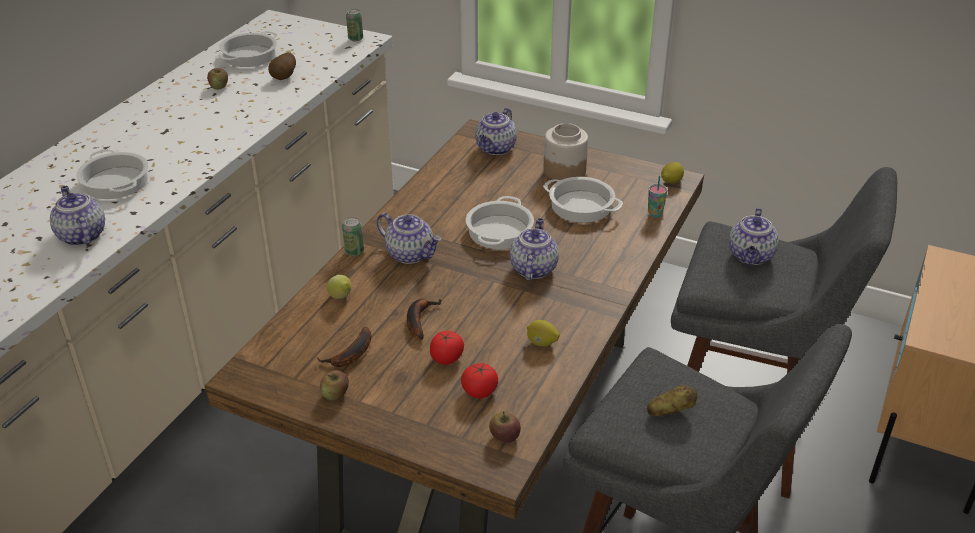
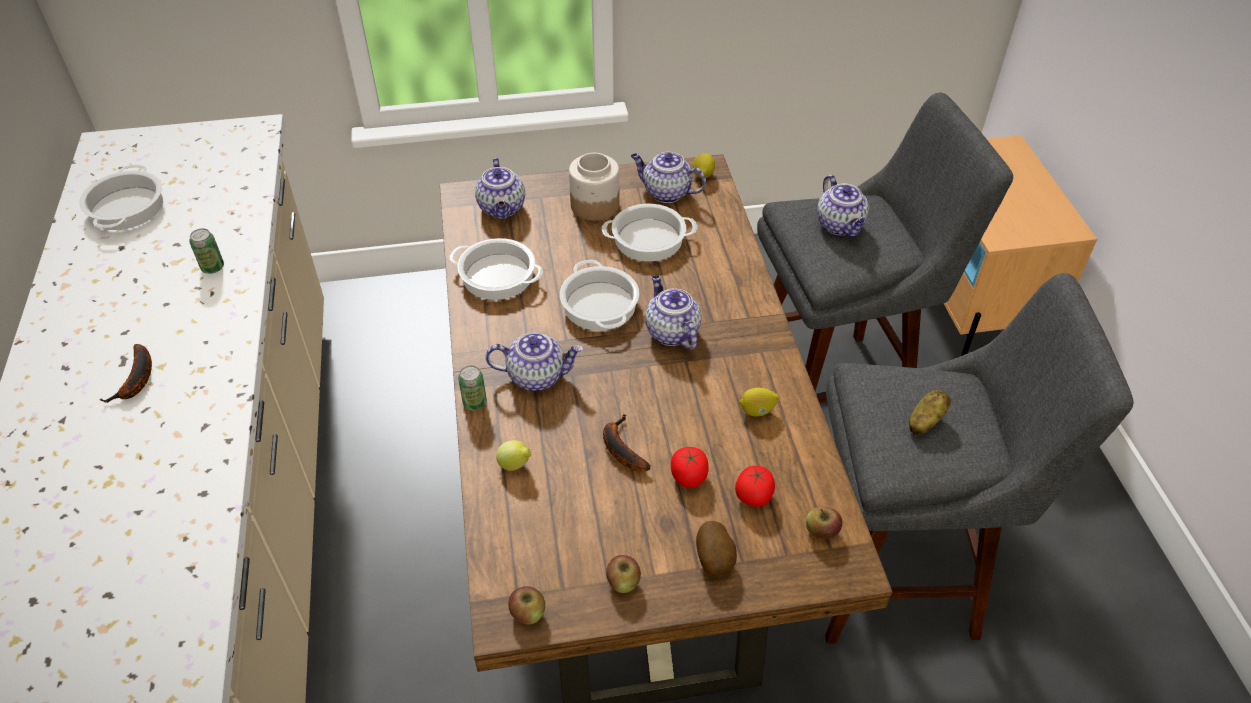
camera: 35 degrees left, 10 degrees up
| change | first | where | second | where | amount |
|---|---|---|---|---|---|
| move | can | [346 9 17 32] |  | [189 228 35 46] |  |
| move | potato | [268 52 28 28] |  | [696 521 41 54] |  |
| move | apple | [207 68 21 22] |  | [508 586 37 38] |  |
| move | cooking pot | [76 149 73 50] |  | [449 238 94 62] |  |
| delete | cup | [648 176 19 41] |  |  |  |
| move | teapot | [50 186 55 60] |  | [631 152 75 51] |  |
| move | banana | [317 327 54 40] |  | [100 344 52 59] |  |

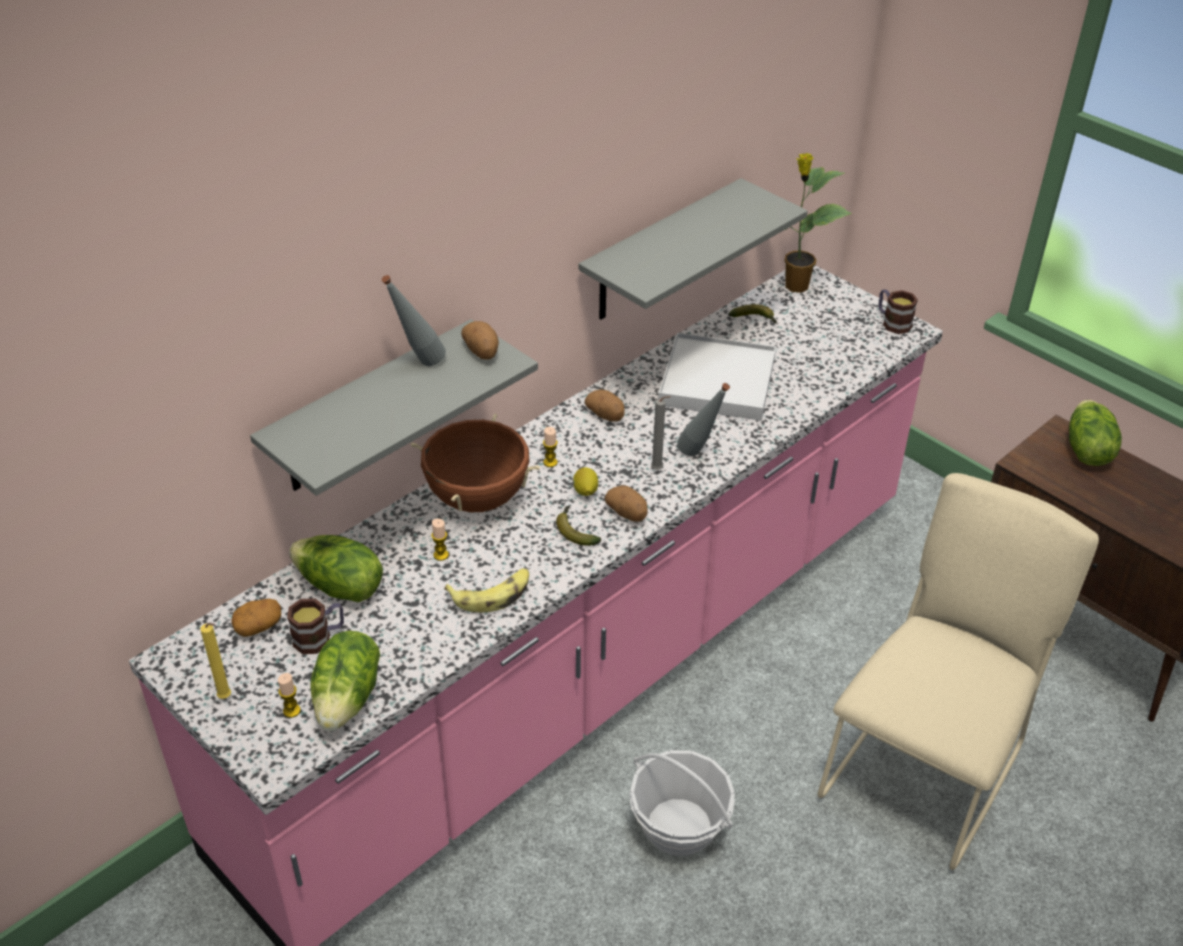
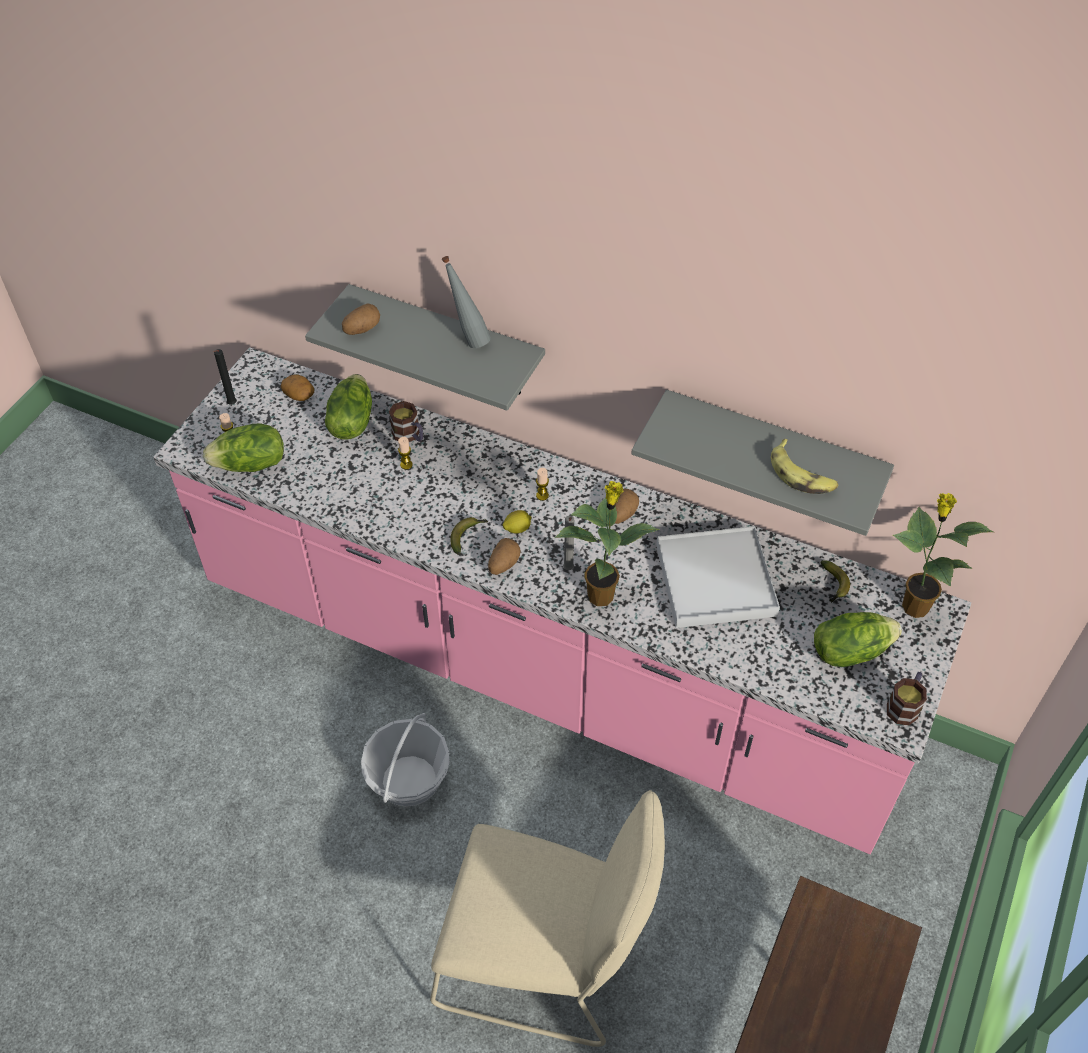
camera: 70 degrees right, 10 degrees up
| change | first | where | second | where | amount |
|---|---|---|---|---|---|
| move | potato | [461 321 38 39] |  | [342 303 38 32] |  |
| replace | bottle in grey | [677 383 53 73] | potted plant | [554 481 106 125] |  |
| move | lettuce | [1069 400 53 66] |  | [814 612 88 55] |  |
| delete | cooking pot in brown | [411 414 129 98] |  |  |  |
| move | banana | [445 568 84 44] |  | [771 439 67 55] |  |
| move | mug | [287 598 57 56] |  | [389 401 34 41] |  |
| recolor | candle in yellow | [200 622 31 77] | candle in black | [213 349 24 56] |  |

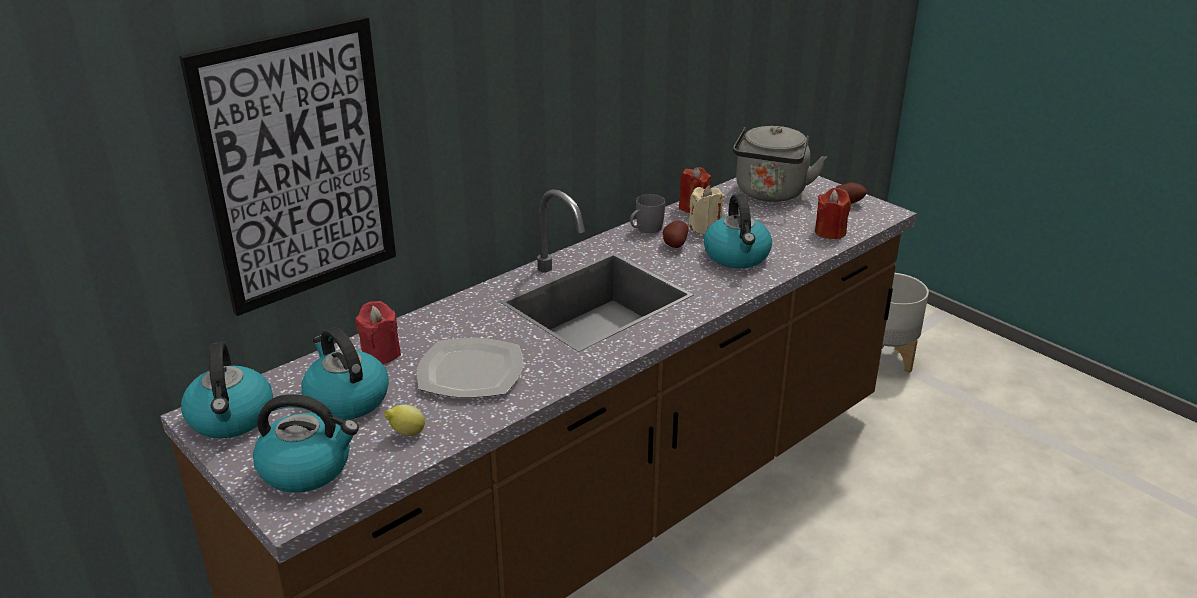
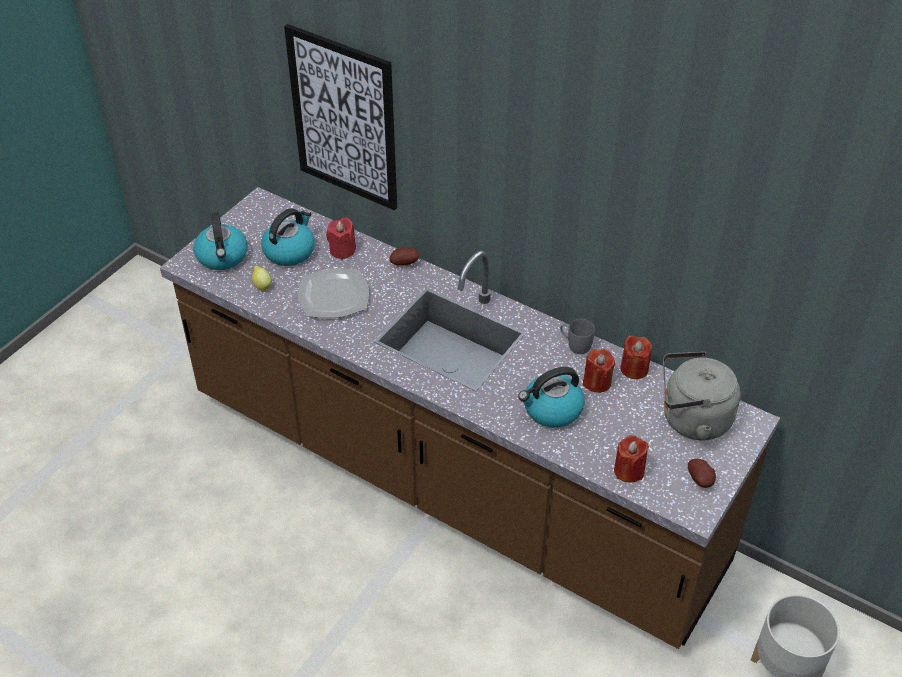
camera: 75 degrees right, 15 degrees up
| change | first | where | second | where | amount |
|---|---|---|---|---|---|
| recolor | candle in beige | [689 186 35 48] | candle in red | [583 349 33 44] |  |
| move | potato | [662 221 26 27] |  | [390 247 29 18] |  |
| delete | kettle | [181 342 92 96] |  |  |  |

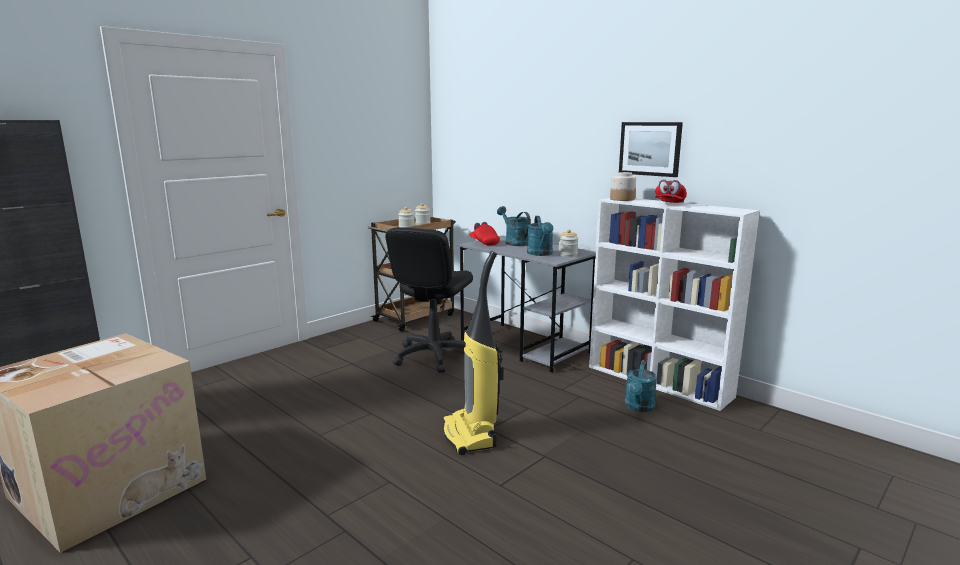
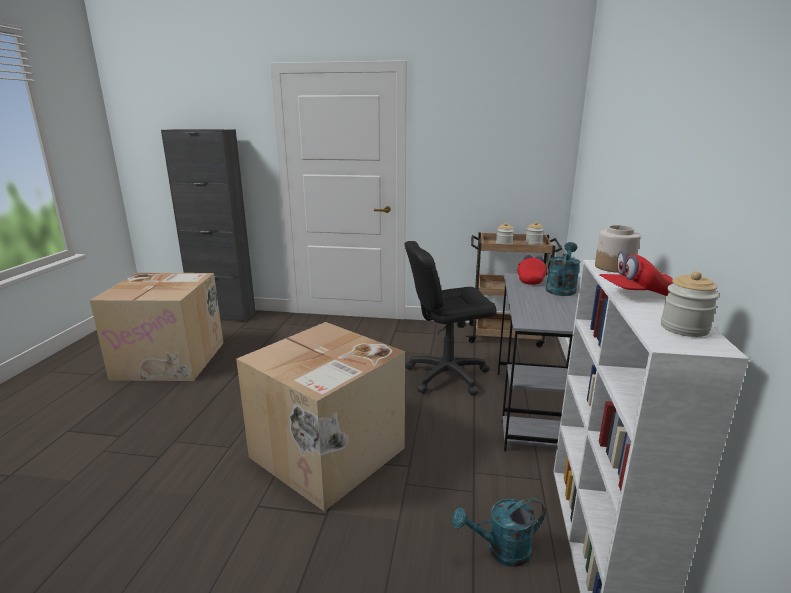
camera: 55 degrees right, 5 degrees up
| change | first | where | second | where | amount |
|---|---|---|---|---|---|
| delete | picture | [619 122 64 55] |  |  |  |
| delete | watering can in turquoise | [527 216 26 40] |  |  |  |
| move | jar | [558 229 20 28] |  | [661 271 59 66] |  |
| replace | vacuum cleaner | [443 251 60 204] | cardboard box | [236 322 169 189] |  |

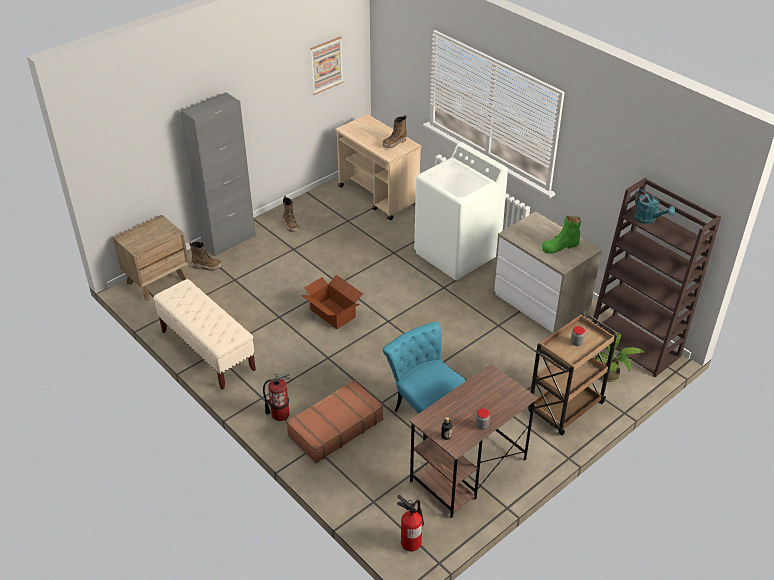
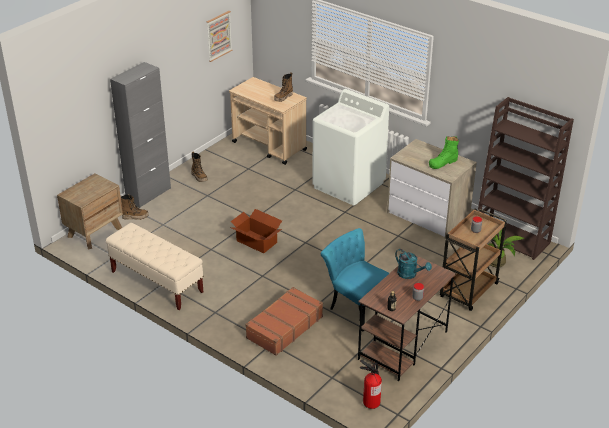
camera: 10 degrees left, 5 degrees down
| change | first | where | second | where | amount |
|---|---|---|---|---|---|
| move | watering can in turquoise | [634 189 41 35] |  | [395 249 37 30] |  |
| delete | fire extinguisher | [263 373 28 48] |  |  |  |

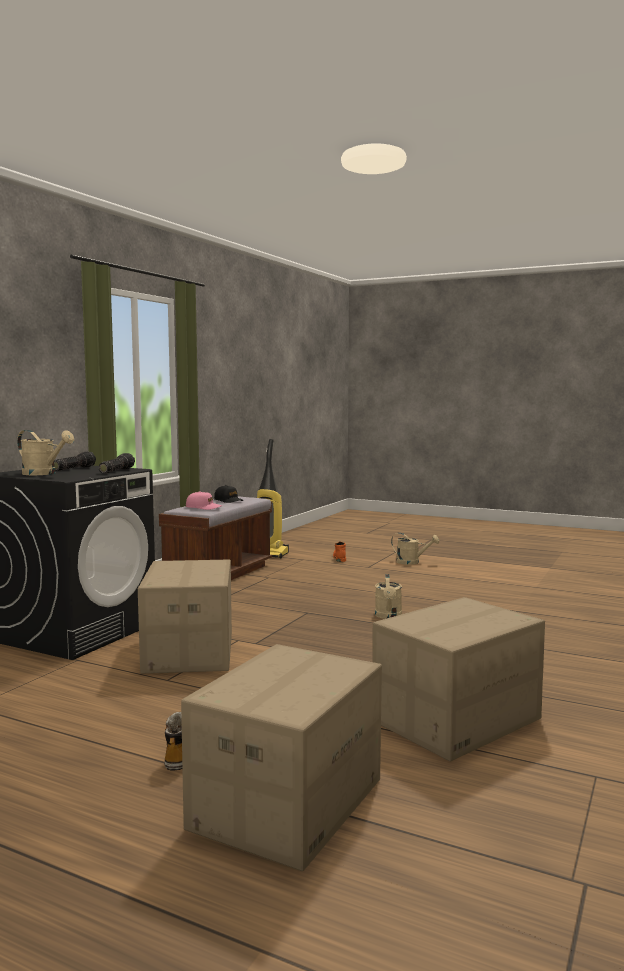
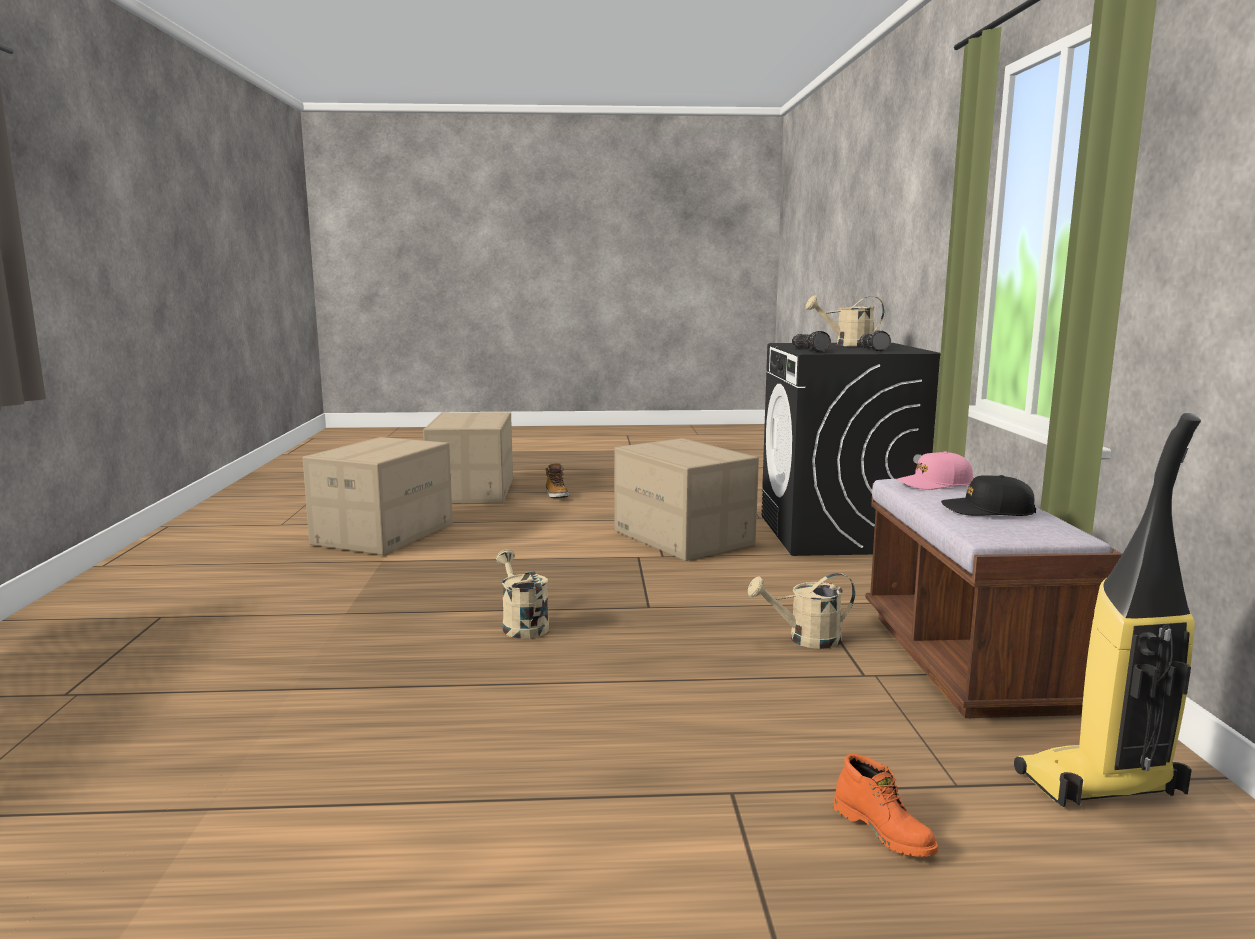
camera: 150 degrees right, 5 degrees up
| change | first | where | second | where | amount |
|---|---|---|---|---|---|
| move | watering can in beige | [391 533 48 32] |  | [748 573 107 76] |  |

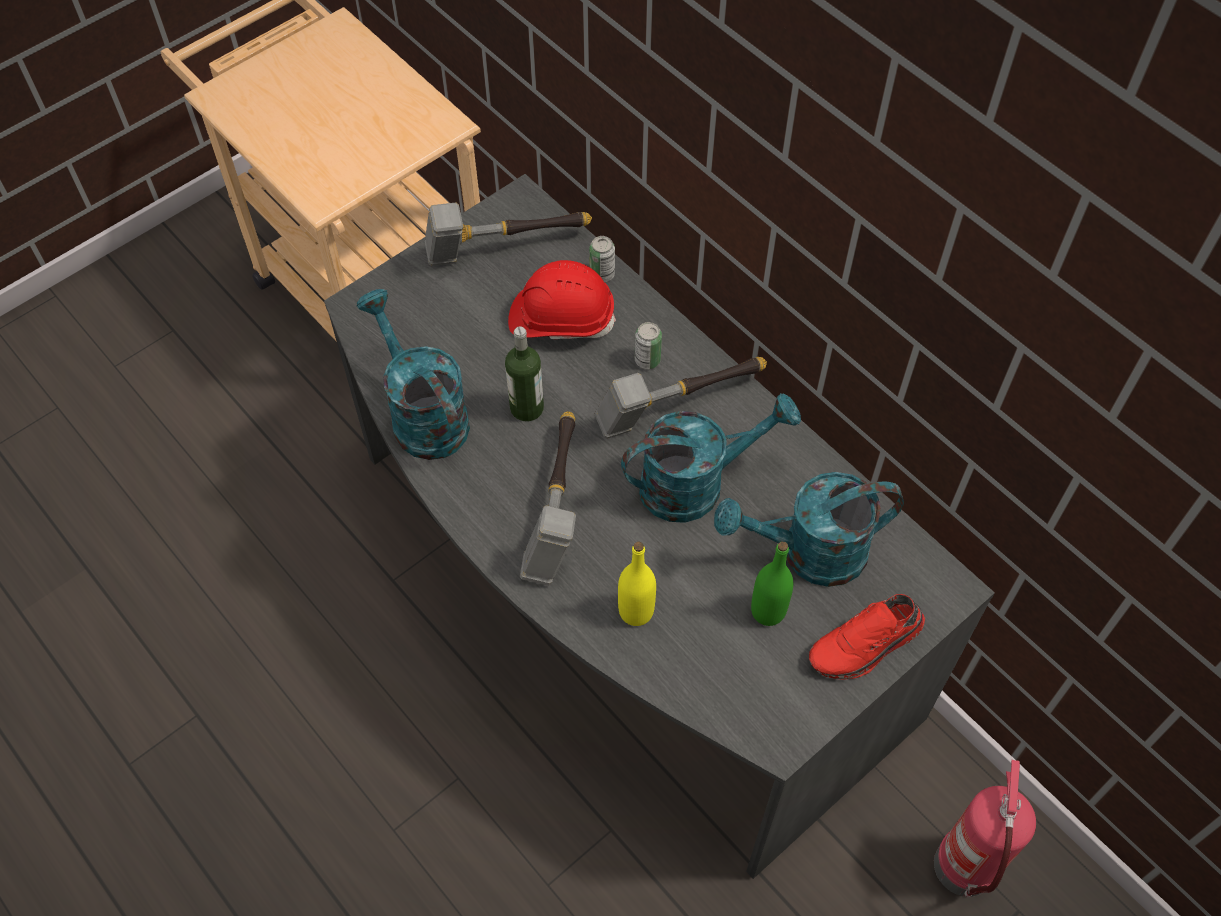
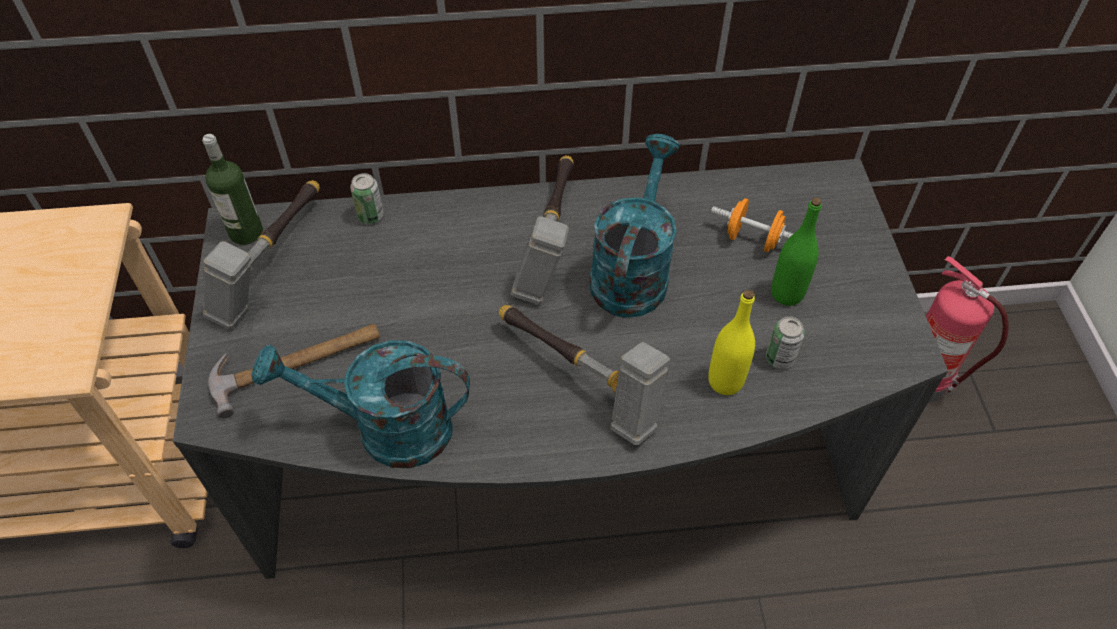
camera: 55 degrees left, 5 degrees down
| change | first | where | second | where | amount |
|---|---|---|---|---|---|
| delete | hard hat in red | [508 260 108 80] |  |  |  |
| move | can | [635 322 27 47] |  | [766 316 39 53] |  |
| move | bottle | [505 326 39 95] |  | [202 134 61 111] |  |
| replace | watering can in turquoise | [714 472 190 115] | dumbbell in orange | [711 198 82 54] |  |
| delete | shoe in red | [809 594 116 86] |  |  |  |
| insert |  |  | hammer | [208 324 172 95] |  |

